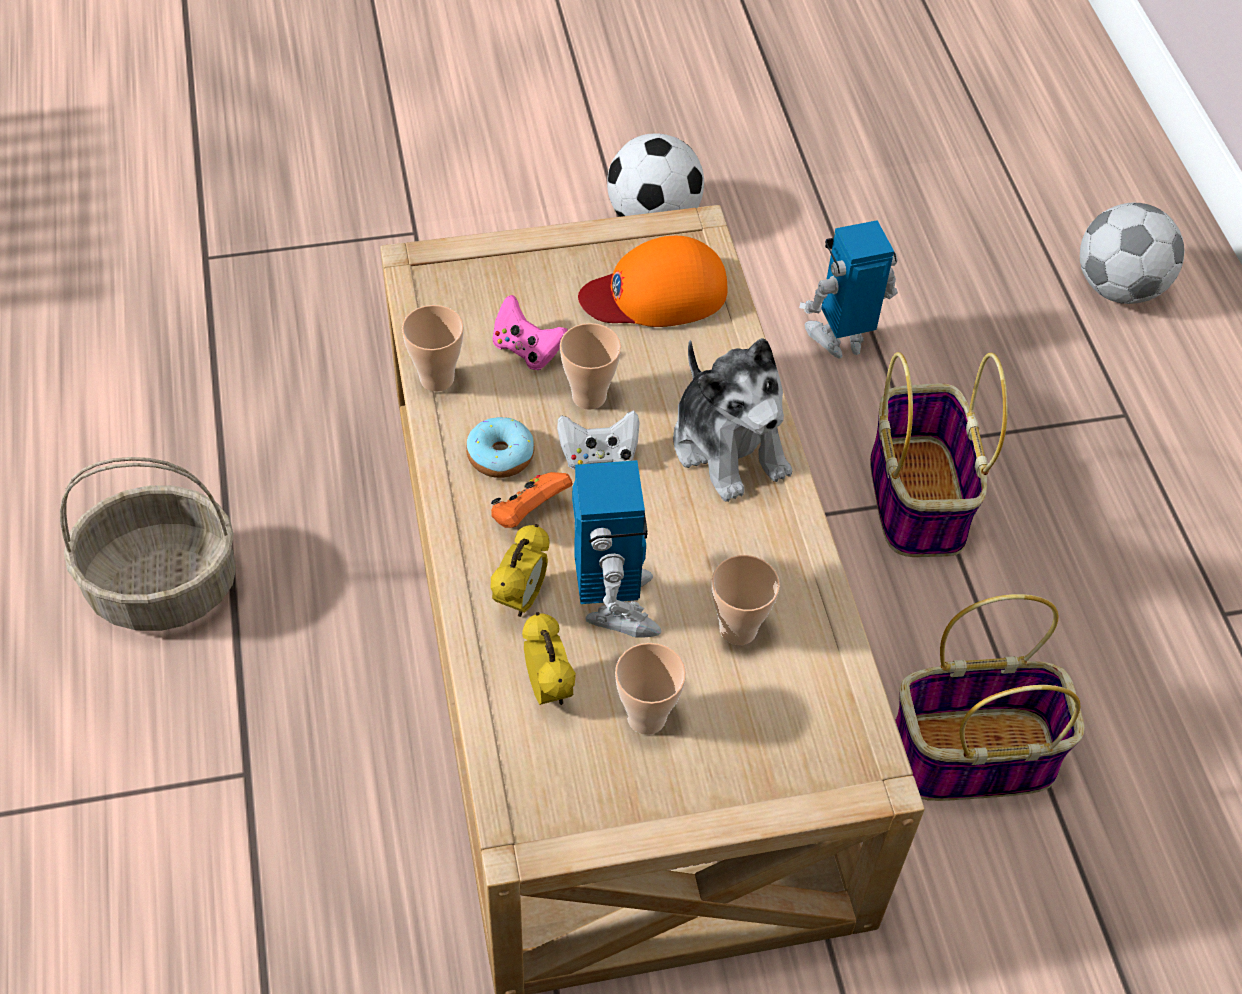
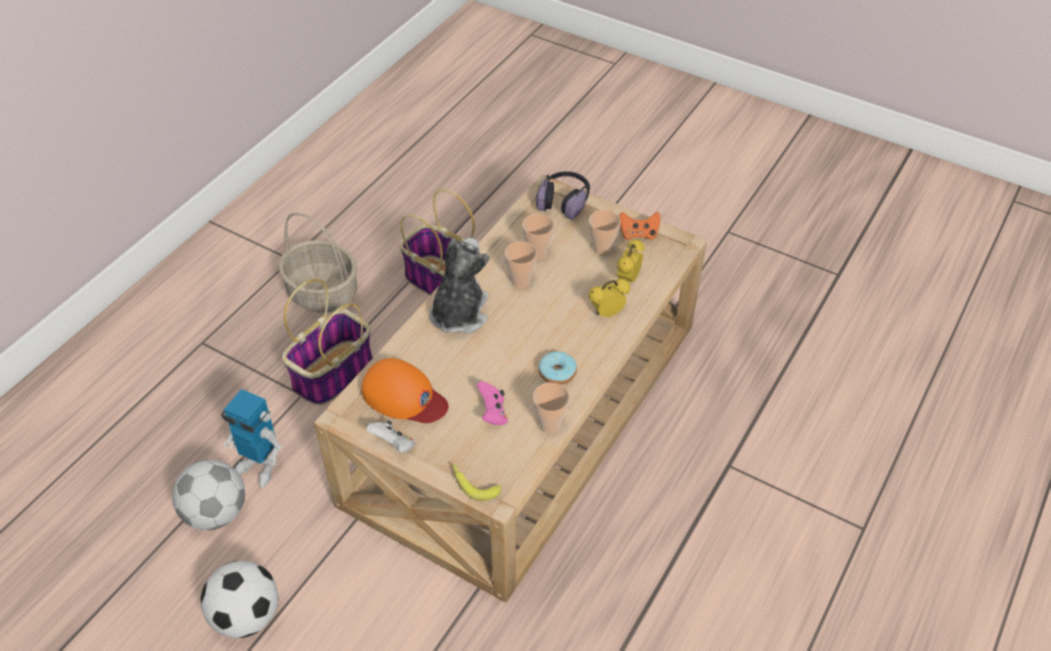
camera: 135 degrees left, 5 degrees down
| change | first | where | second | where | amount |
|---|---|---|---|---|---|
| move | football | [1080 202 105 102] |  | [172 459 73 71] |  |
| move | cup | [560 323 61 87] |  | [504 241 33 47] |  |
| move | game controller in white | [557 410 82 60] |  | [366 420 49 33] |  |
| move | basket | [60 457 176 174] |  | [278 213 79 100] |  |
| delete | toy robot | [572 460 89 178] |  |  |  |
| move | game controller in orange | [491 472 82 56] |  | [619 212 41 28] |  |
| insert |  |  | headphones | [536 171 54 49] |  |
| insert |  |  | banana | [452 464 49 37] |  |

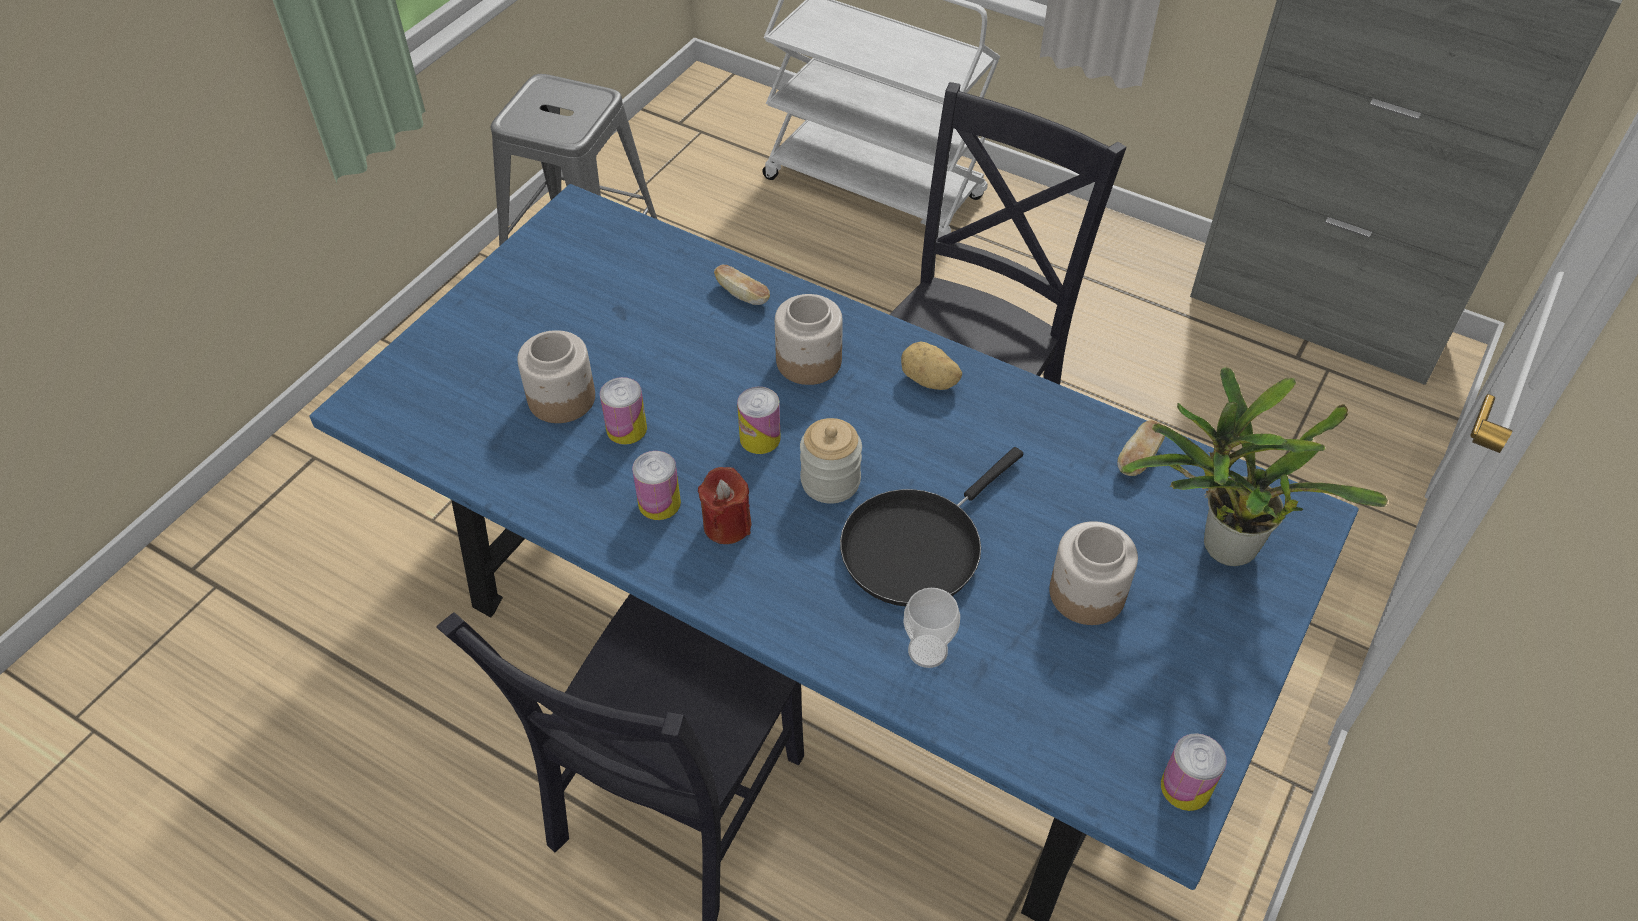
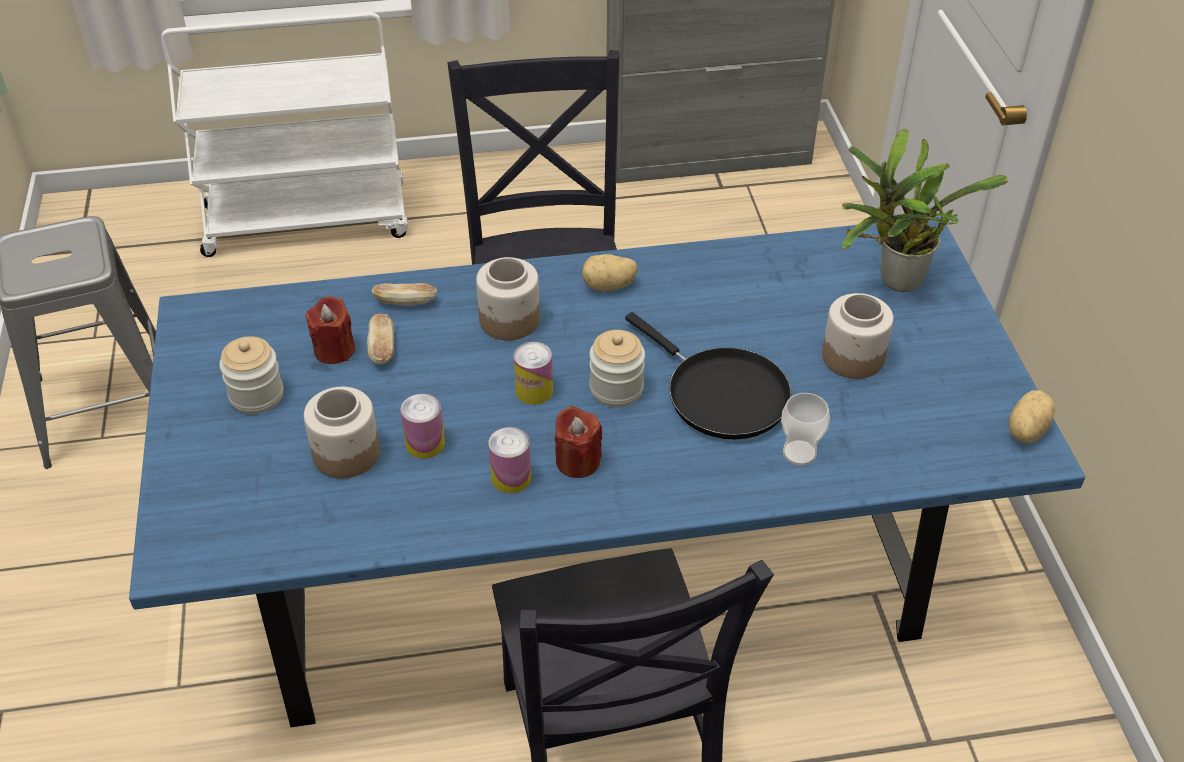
camera: 40 degrees left, 5 degrees down
| change | first | where | second | where | amount |
|---|---|---|---|---|---|
| move | bread | [1117 420 48 56] |  | [367 314 27 51] |  |
| rotate | frying pan in black | [840 447 183 160] |  | [625 312 167 127] | 45 degrees counterclockwise |
| replace | can | [1161 733 66 78] | potato | [1009 391 46 52] |  |
| insert |  |  | candle in red | [306 296 49 68] |  |
| insert |  |  | jar | [219 336 64 78] |  |

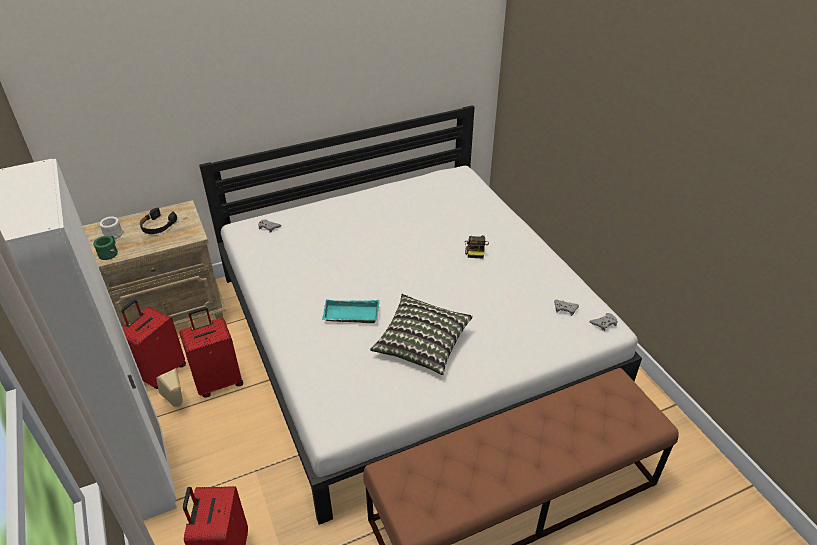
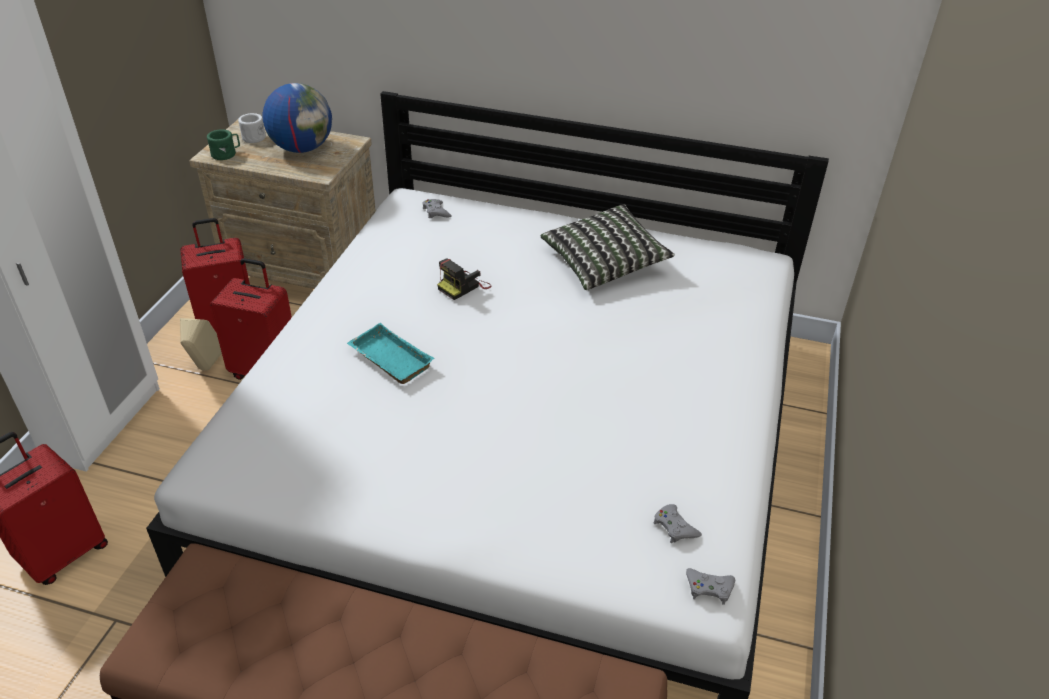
camera: 40 degrees right, 0 degrees up
| change | first | where | second | where | amount |
|---|---|---|---|---|---|
| replace | headphones in black | [140 207 37 27] | globe | [262 83 70 70] |  |
| move | photo camera | [465 235 24 23] |  | [437 258 55 42] |  |
| move | pillow | [370 294 103 81] |  | [540 204 135 86] |  |

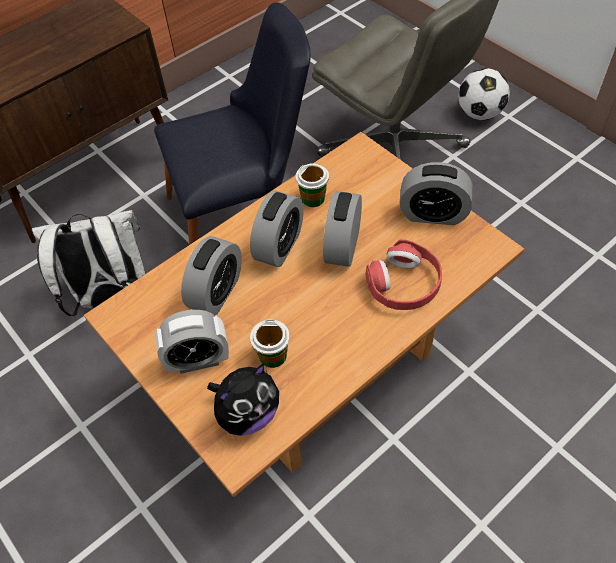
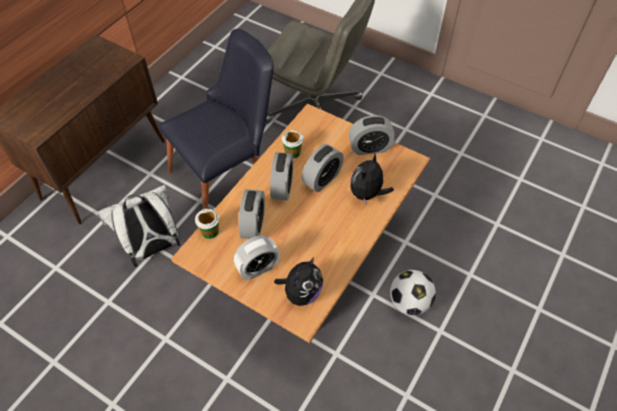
camera: 20 degrees left, 0 degrees up
| change | first | where | second | where | amount |
|---|---|---|---|---|---|
| move | football | [458 68 52 52] |  | [390 270 46 45] |  |
| rotate | alarm clock | [323 191 39 76] |  | [302 144 42 48] | 135 degrees counterclockwise |
| replace | headphones in red | [366 239 76 71] | plush toy | [350 154 44 52] |  |
| move | cup | [250 319 40 49] |  | [195 208 24 31] |  |

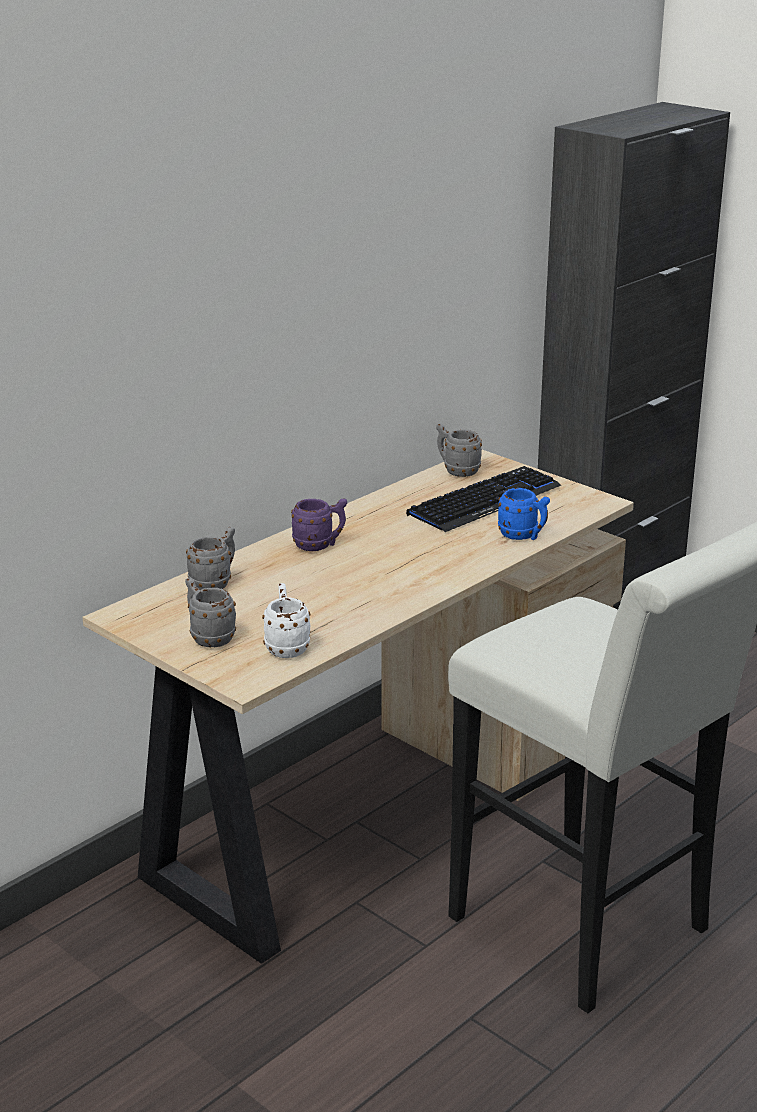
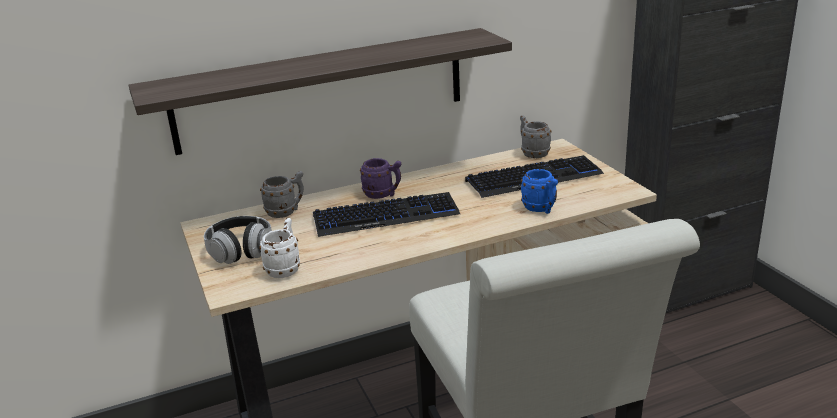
camera: 25 degrees right, 0 degrees up
| change | first | where | second | where | amount |
|---|---|---|---|---|---|
| replace | mug in grey | [185 578 51 69] | headphones | [204 216 68 48] |  |
| insert |  |  | shelf | [128 28 384 127] |  |
| insert |  |  | keyboard | [313 192 147 45] |  |

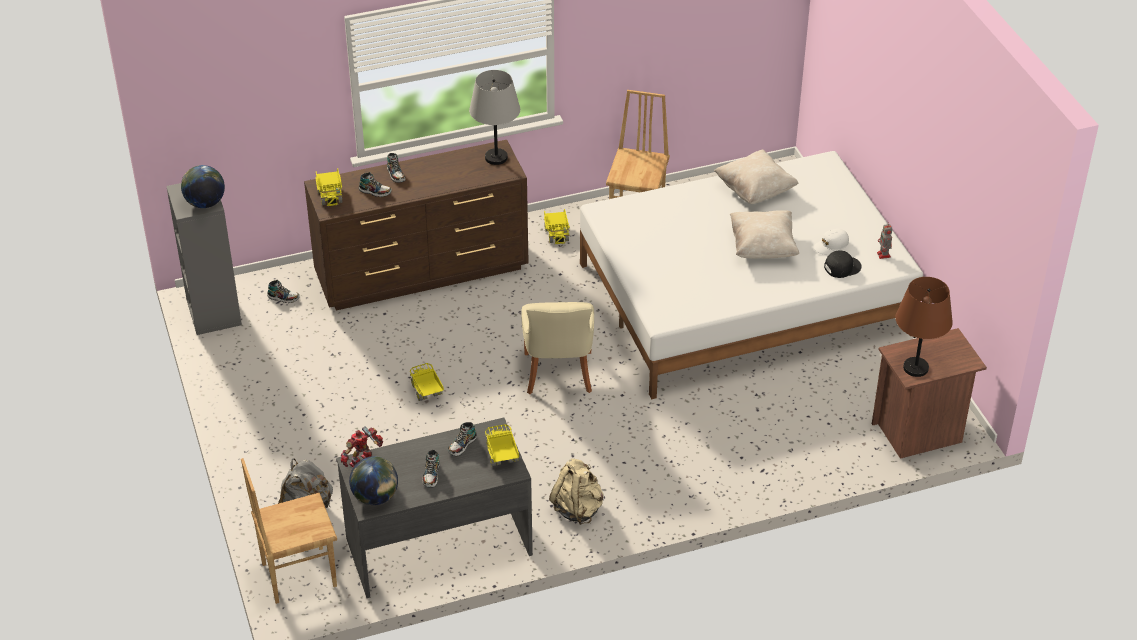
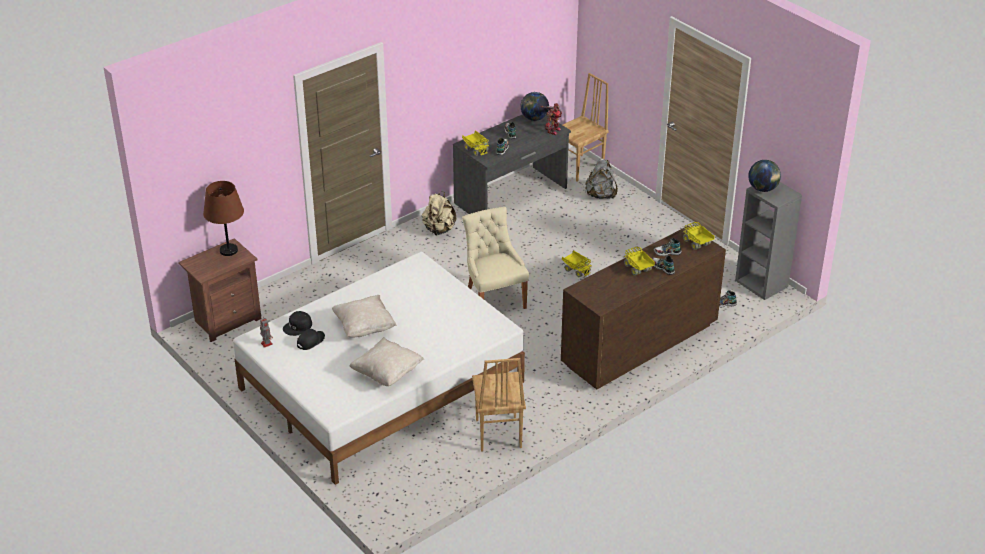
camera: 160 degrees right, 5 degrees down
| change | first | where | second | where | amount |
|---|---|---|---|---|---|
| delete | table lamp in grey | [469 70 51 95] |  |  |  |
| move | toy truck | [544 209 26 35] |  | [624 247 31 29] |  |
| recolor | cap in white | [813 229 36 26] | cap in black | [297 329 28 21] |  |

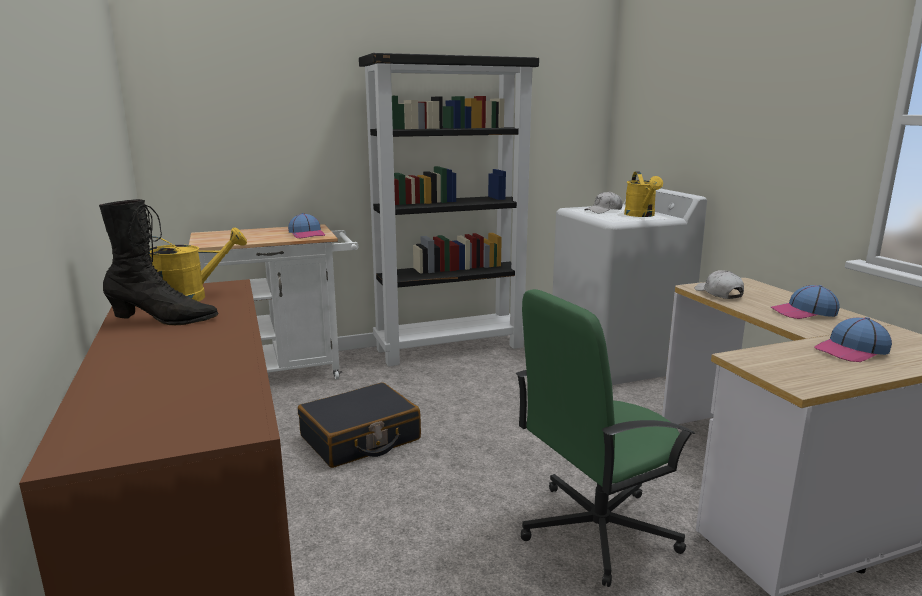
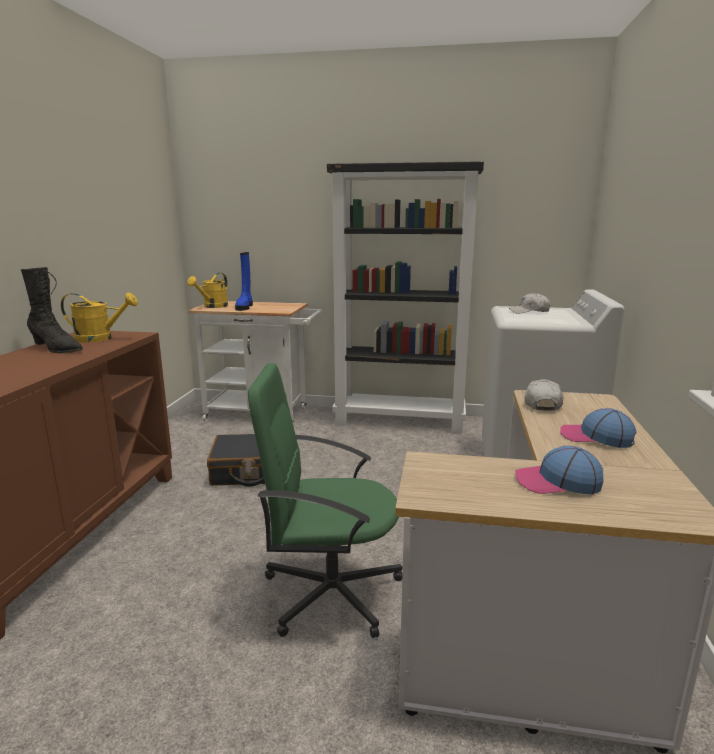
camera: 30 degrees right, 0 degrees up
| change | first | where | second | where | amount |
|---|---|---|---|---|---|
| move | watering can in yellow | [624 172 39 45] |  | [187 273 41 35] |  |
| delete | cap | [288 213 37 25] |  |  |  |
| insert |  |  | boot in blue | [235 252 18 59] |  |

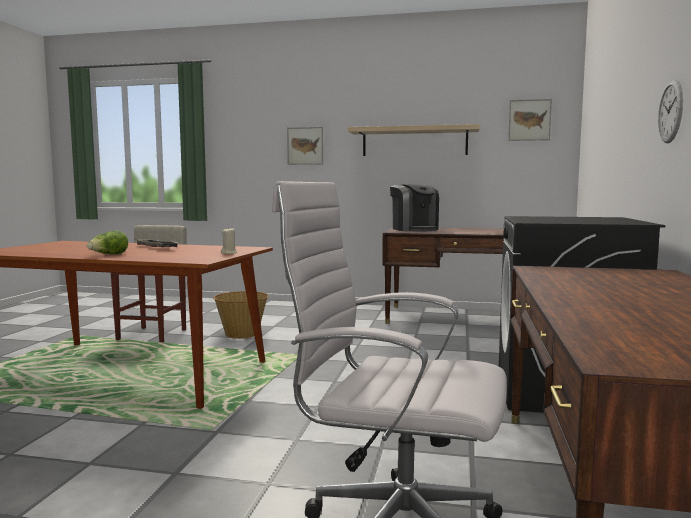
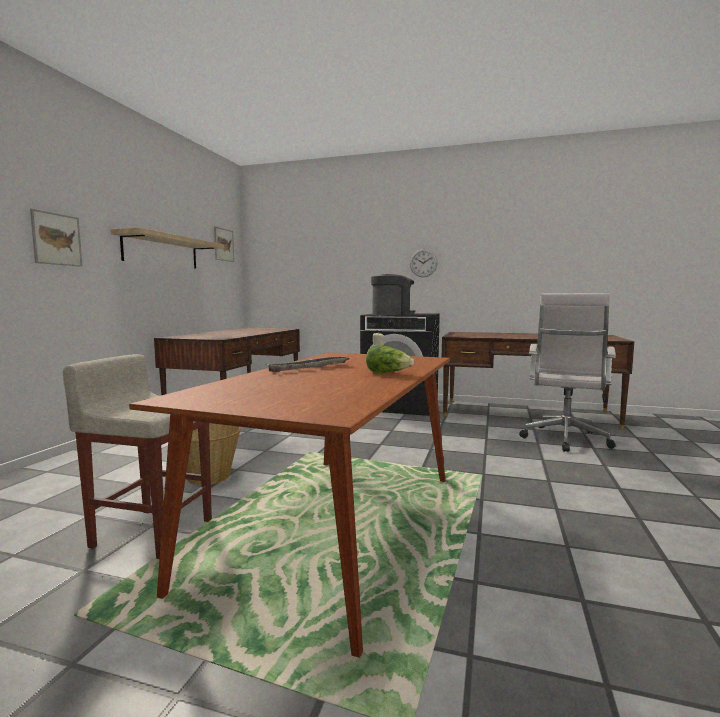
camera: 85 degrees left, 0 degrees up
| change | first | where | second | where | amount |
|---|---|---|---|---|---|
| move | coffee machine | [390 184 49 47] |  | [371 274 44 41] |  |

